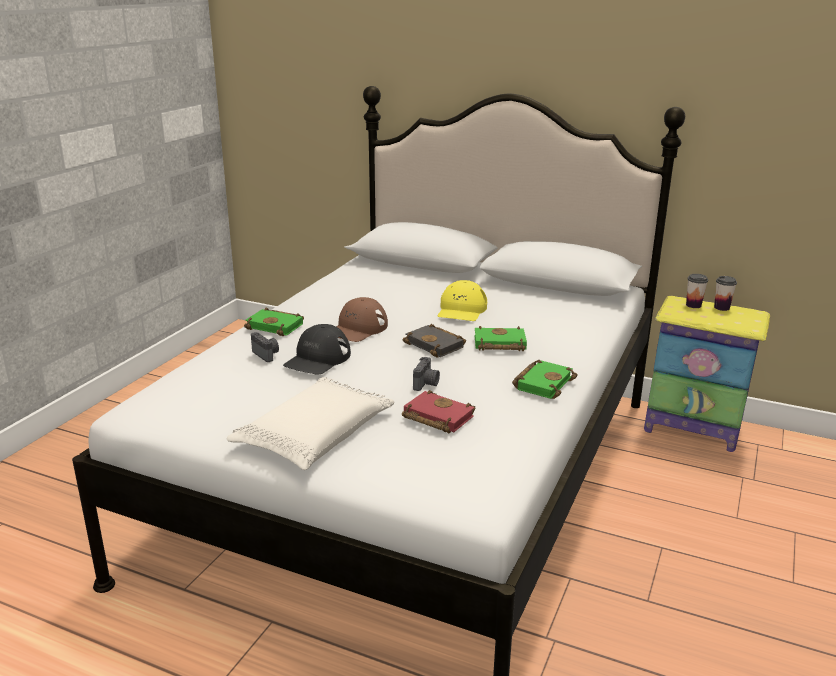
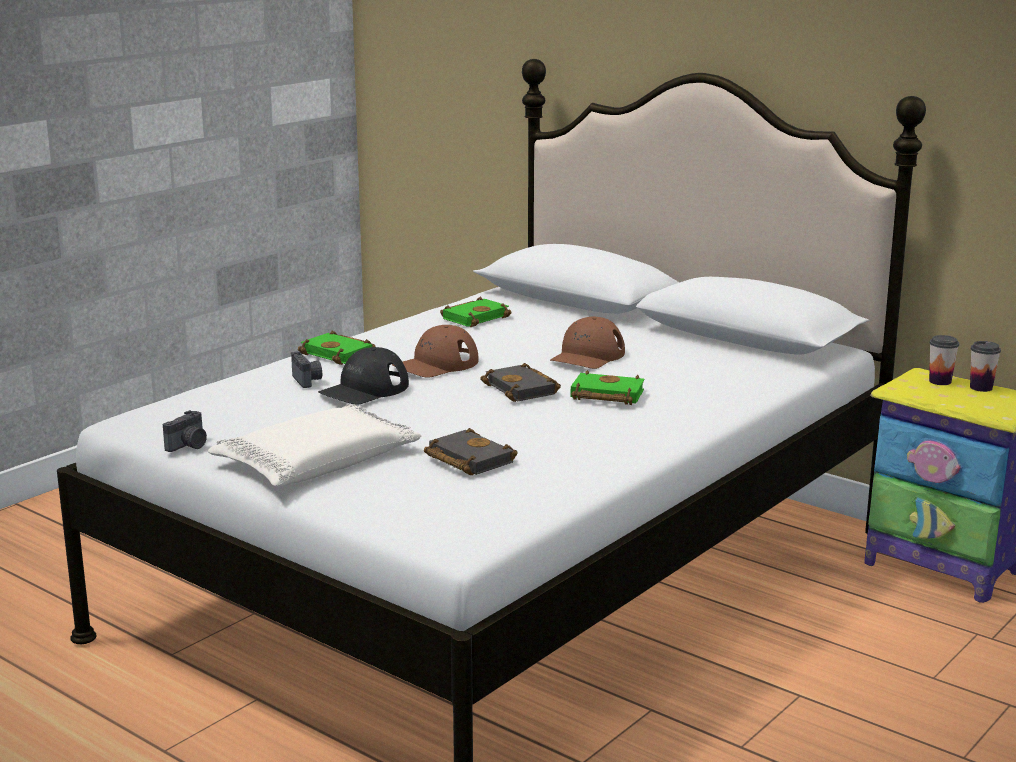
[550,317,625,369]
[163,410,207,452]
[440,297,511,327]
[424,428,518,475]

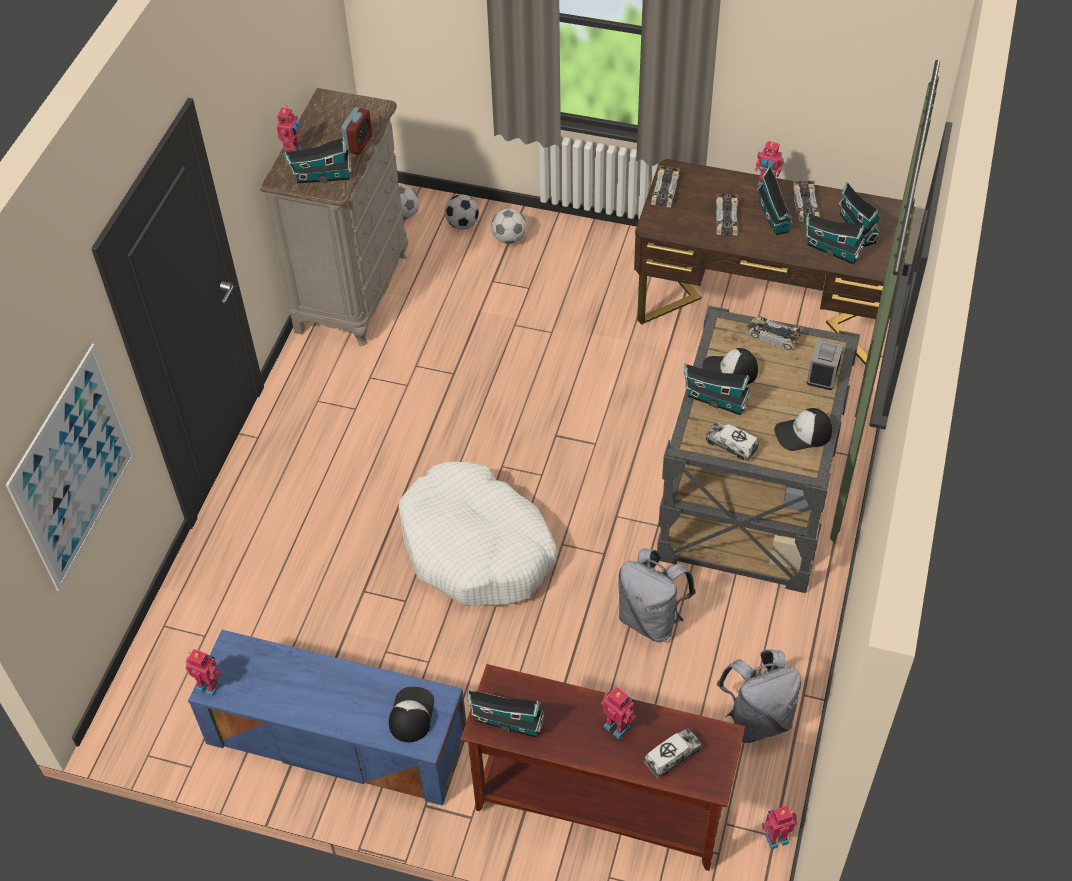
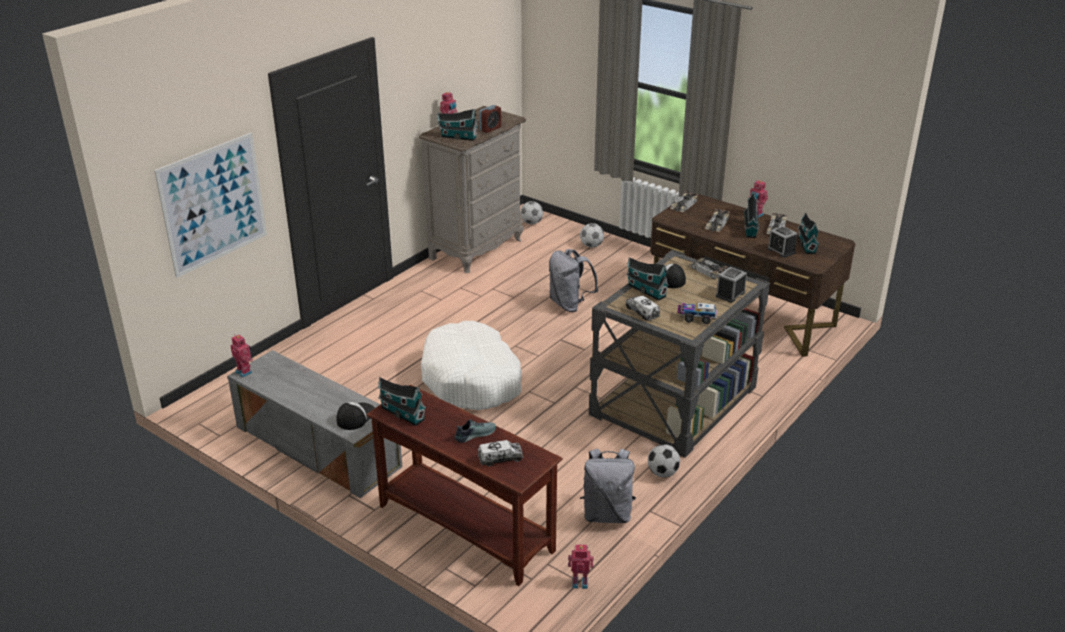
[648,444,680,478]
[767,226,797,258]
[678,303,717,324]
[549,249,599,312]
[227,350,402,498]
[454,419,496,443]

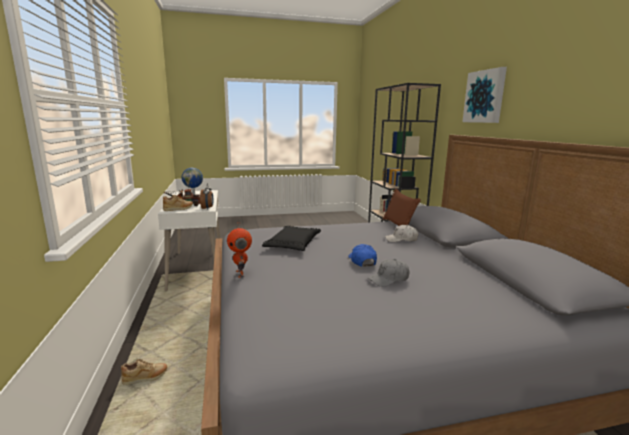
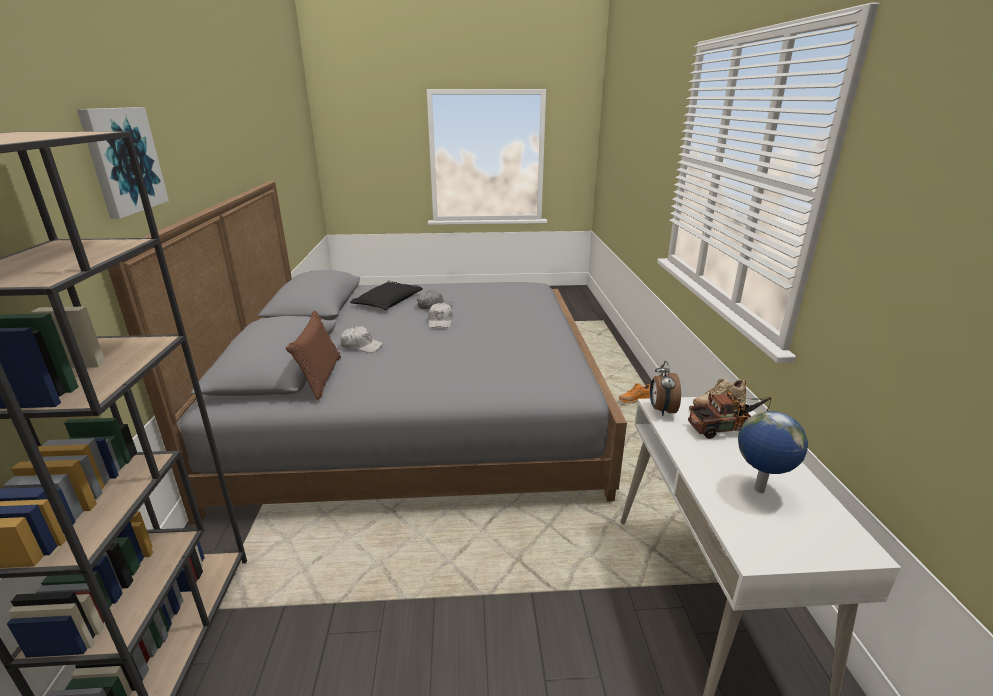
[227,223,252,278] (first image)
[350,280,423,310]
[428,303,453,328]
[619,383,651,404]

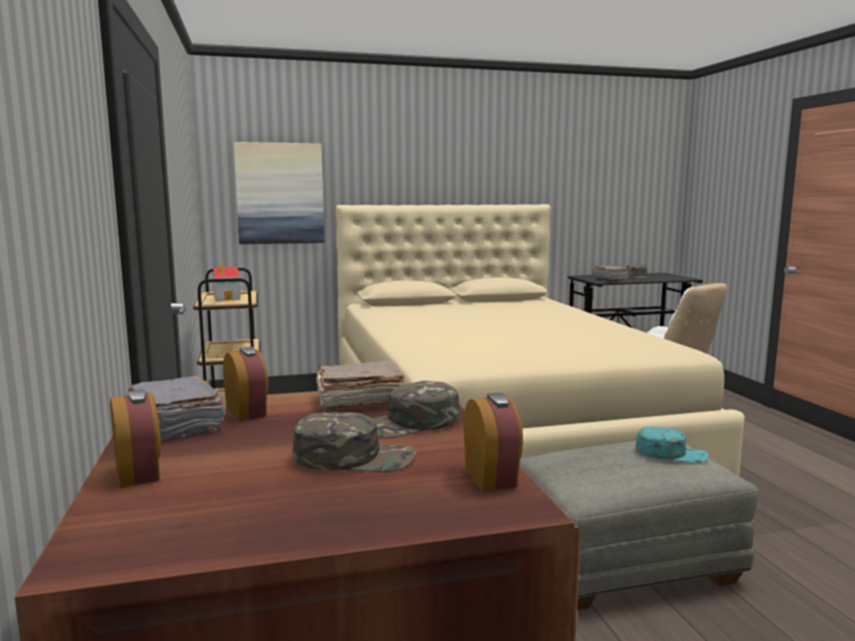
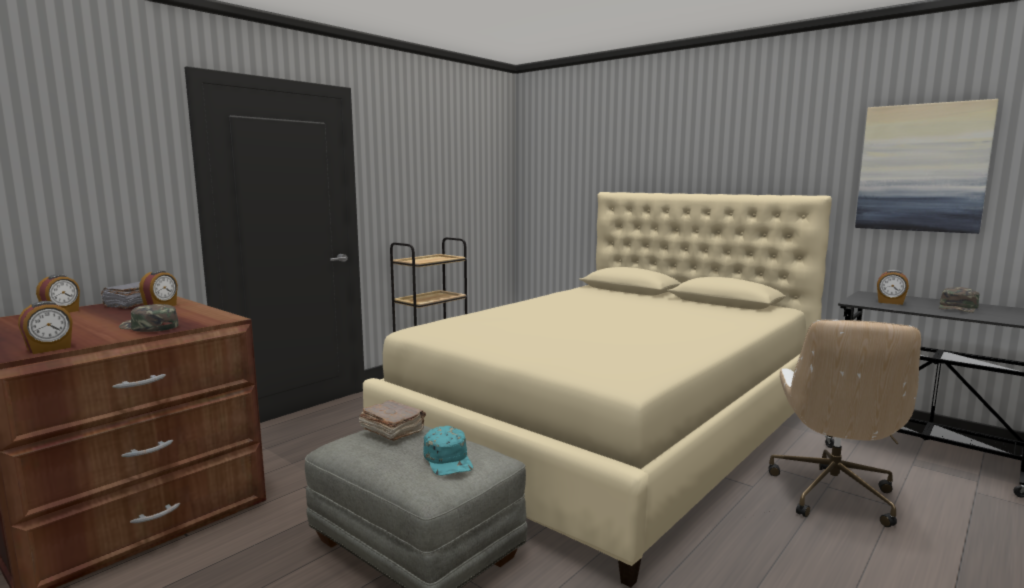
[855,99,999,234]
[213,263,240,301] (first image)
[877,270,909,305]
[359,400,426,441]
[293,412,416,472] (first image)

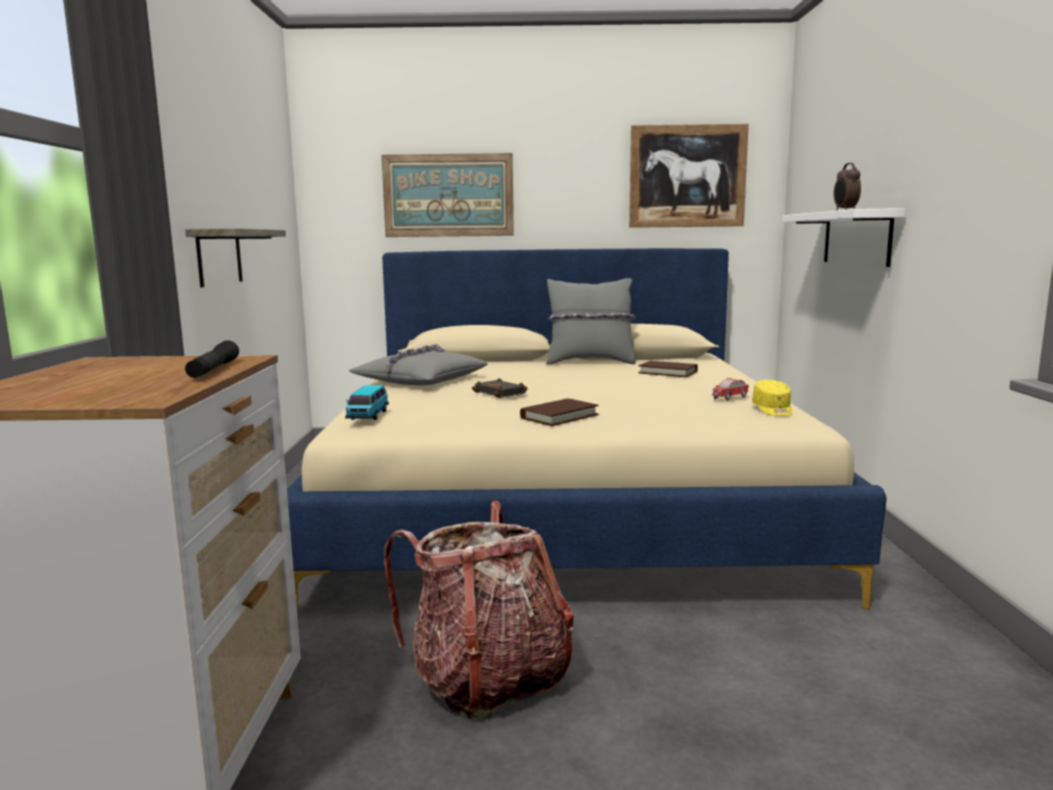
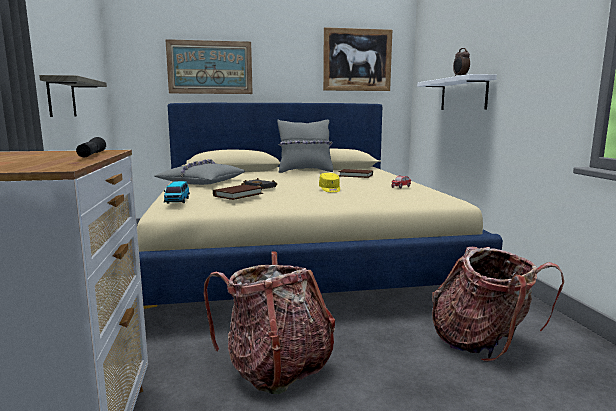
[319,173,340,192]
[213,185,263,200]
[432,247,564,362]

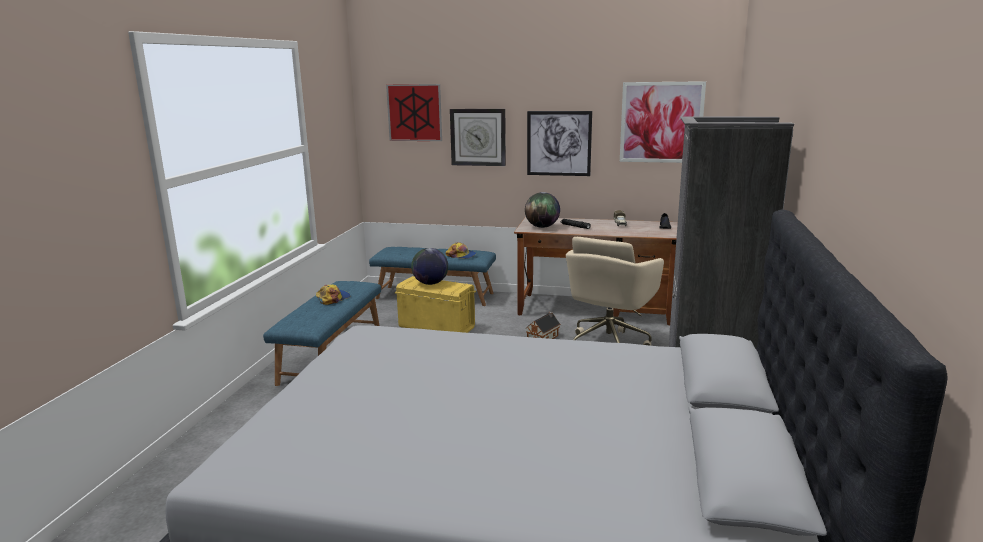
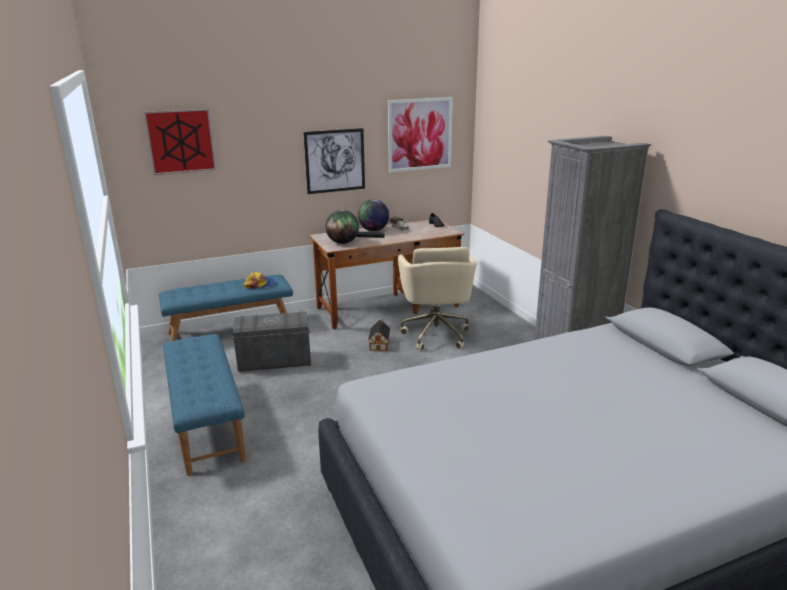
[450,109,506,166] (first image)
[358,199,389,231]
[232,312,311,372]
[316,285,350,305] (first image)

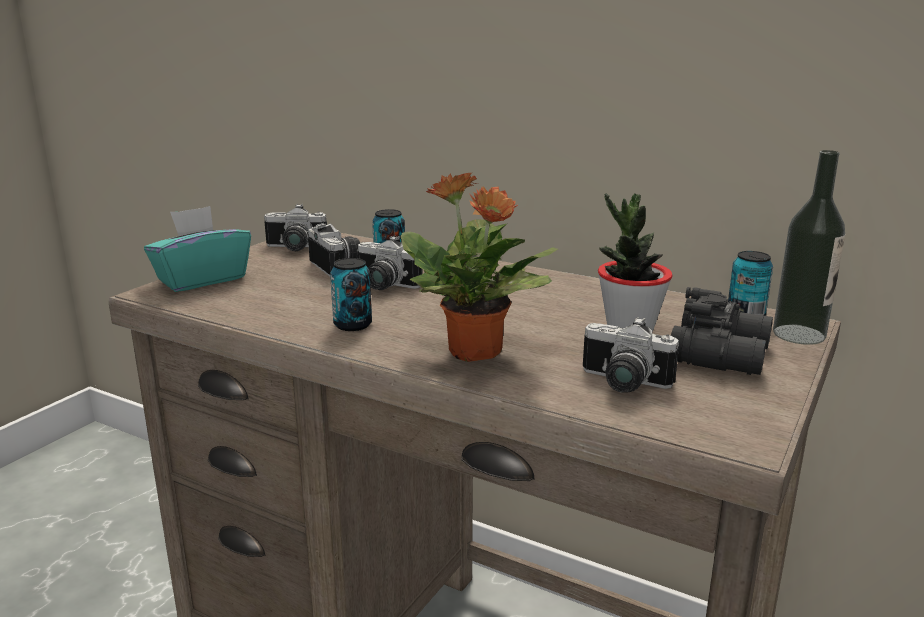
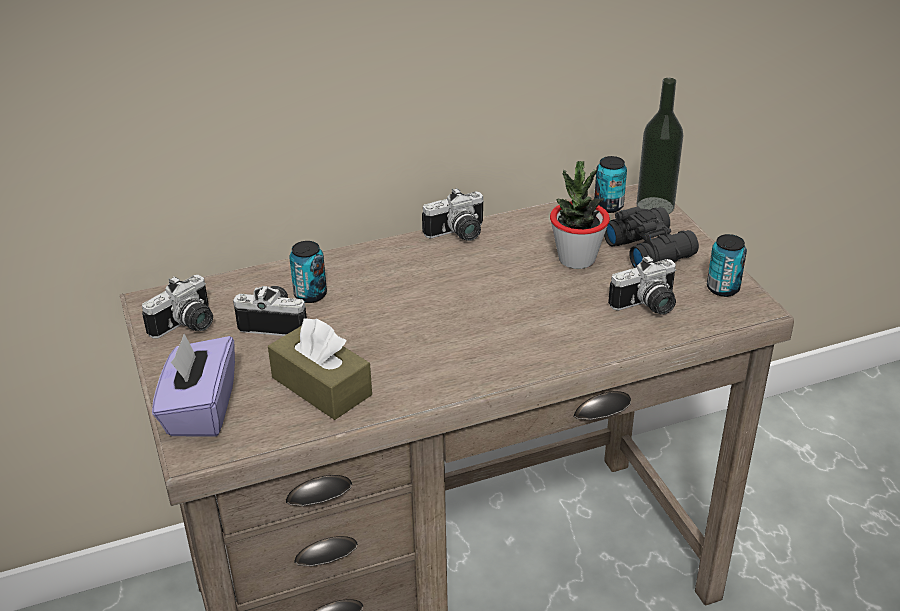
[401,173,558,362] (first image)
[152,334,235,437]
[422,188,484,241]
[707,234,747,297]
[268,318,372,420]

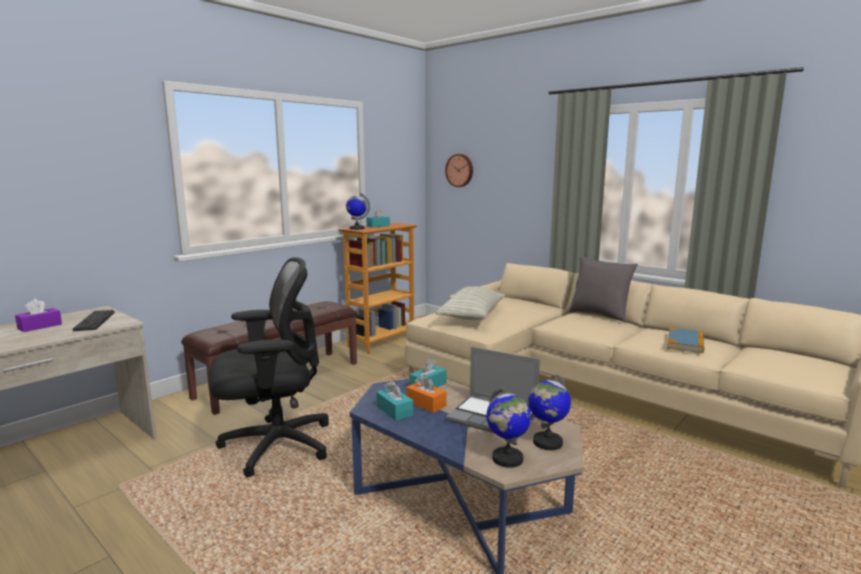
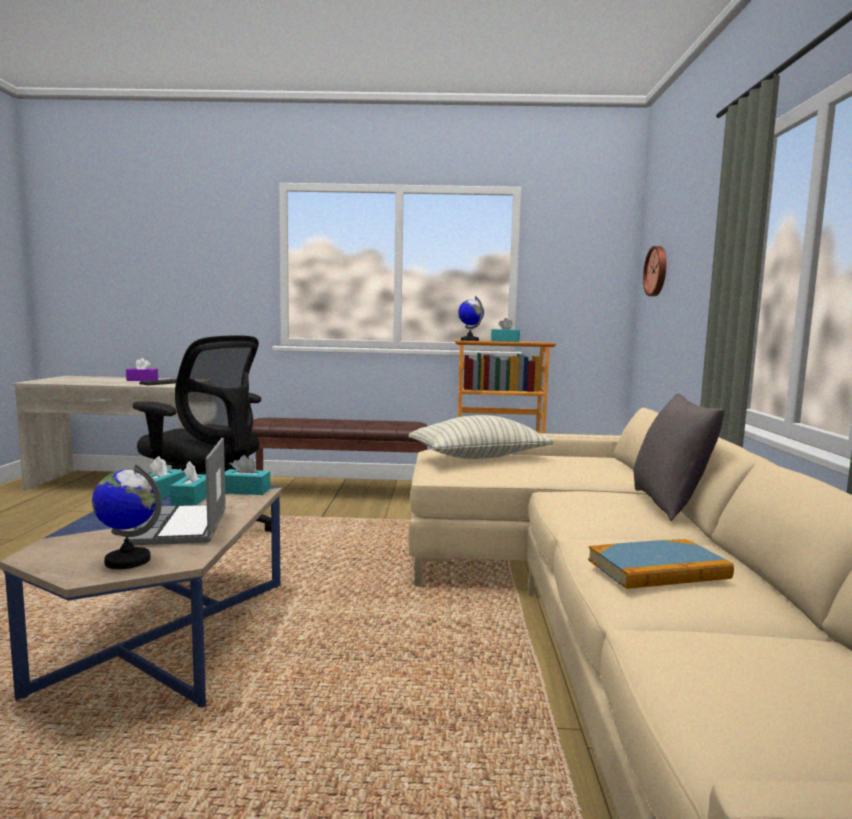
[170,461,206,506]
[487,386,531,468] (first image)

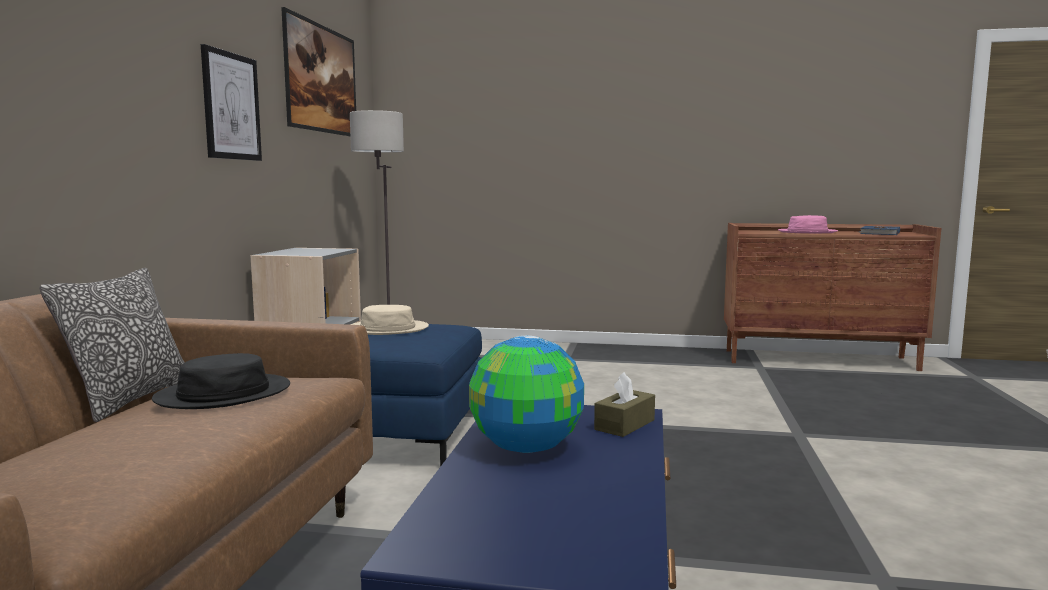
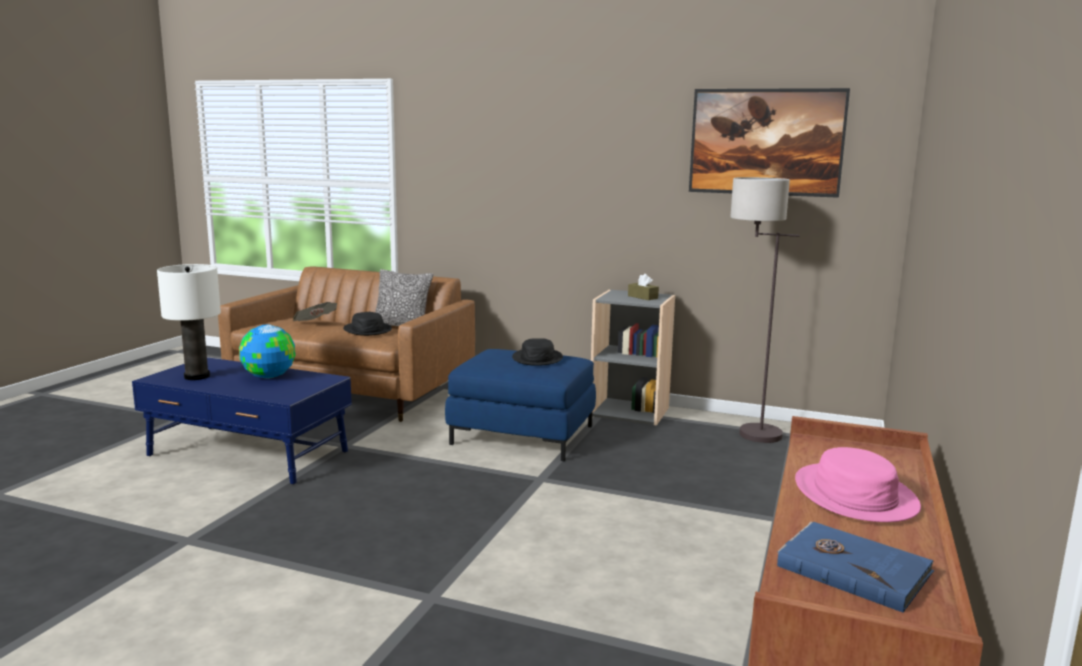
[201,44,262,161] (first image)
[512,338,563,366]
[628,274,659,300]
[157,264,221,380]
[293,302,337,321]

